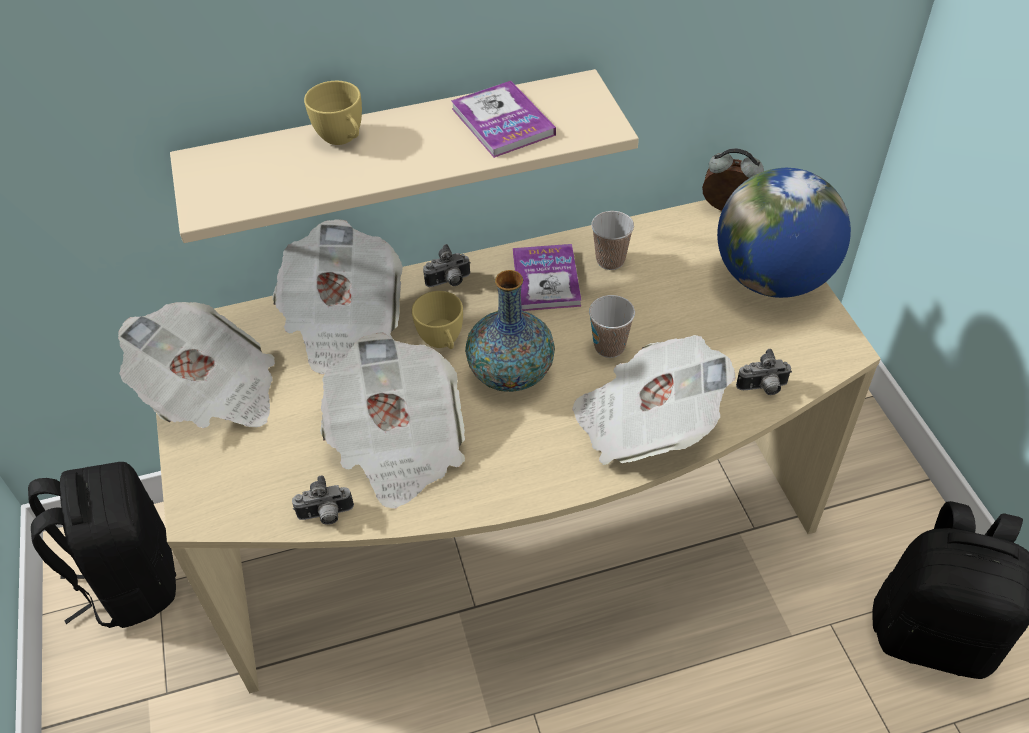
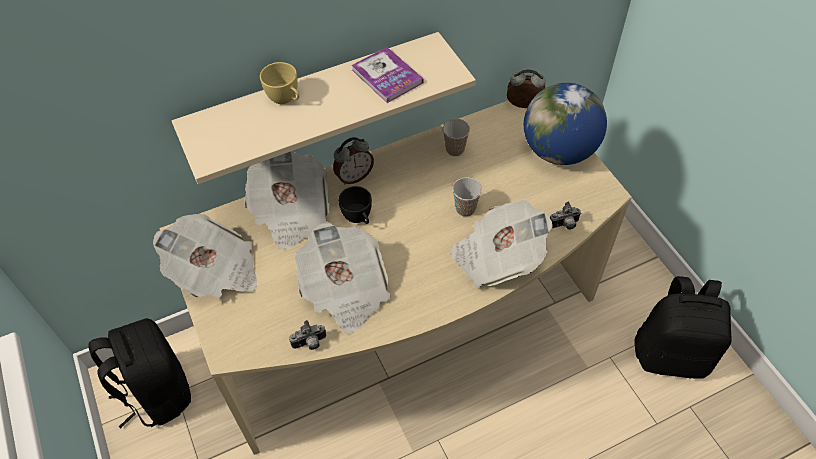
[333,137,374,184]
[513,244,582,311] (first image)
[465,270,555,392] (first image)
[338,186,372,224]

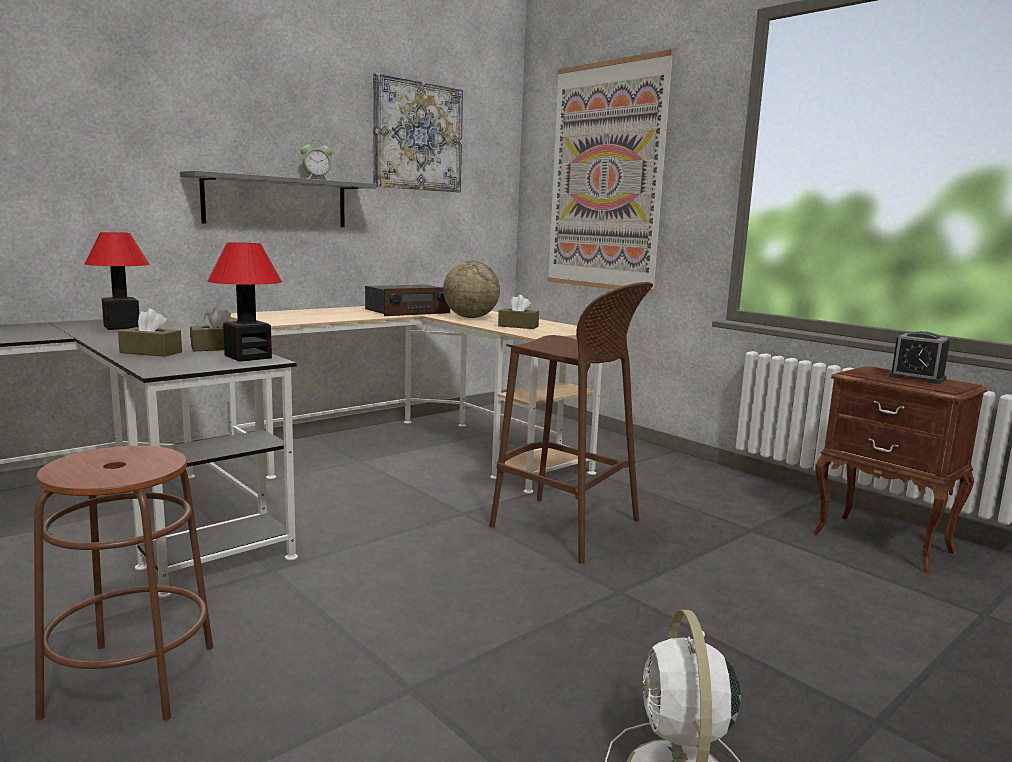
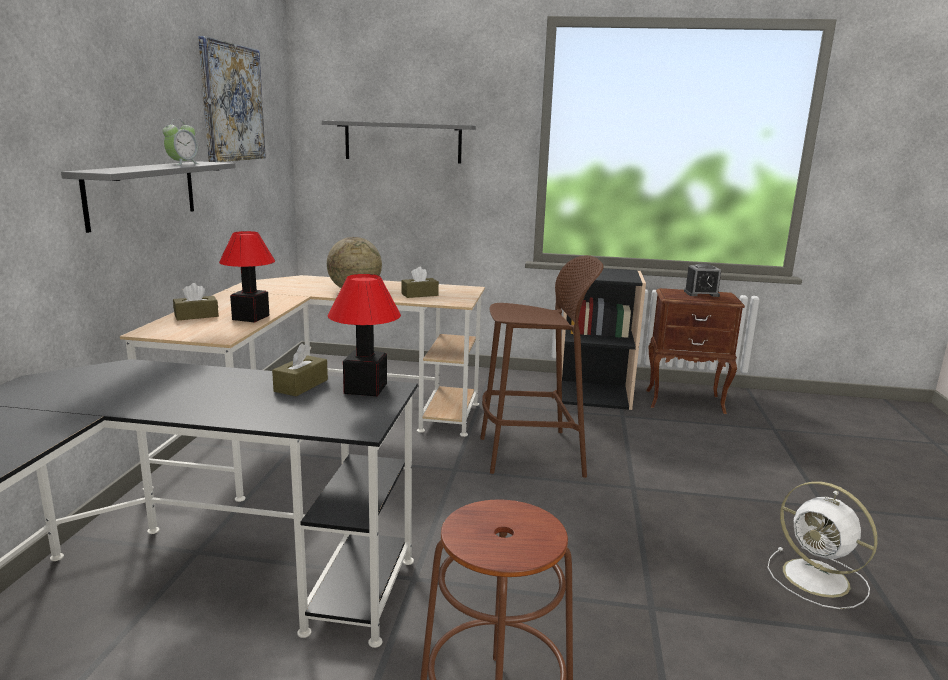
[322,120,476,163]
[219,231,275,322]
[365,285,450,316] (first image)
[173,283,219,321]
[562,268,646,410]

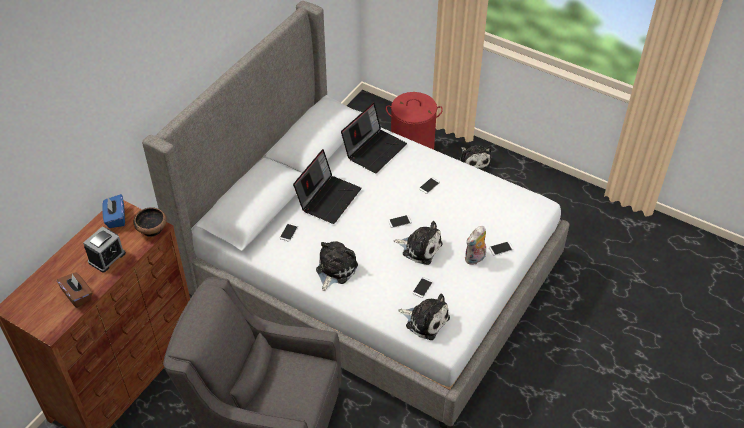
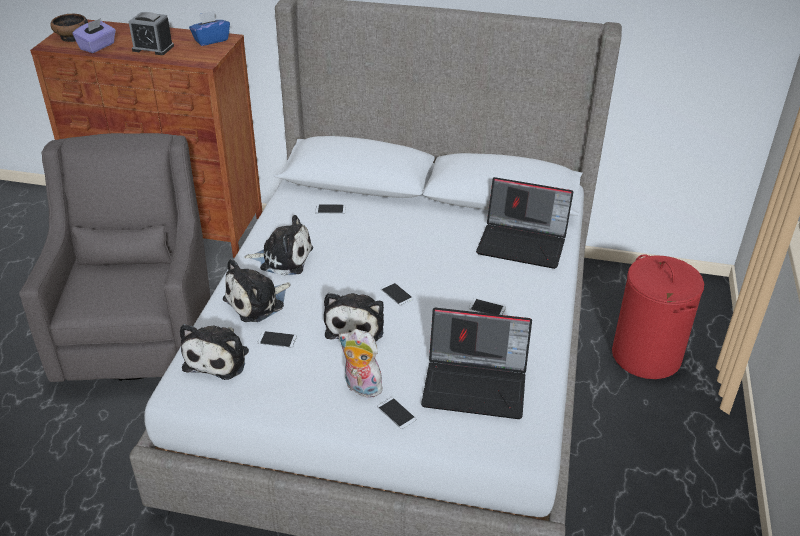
[223,259,291,322]
[421,308,532,419]
[50,14,88,42]
[73,18,116,53]

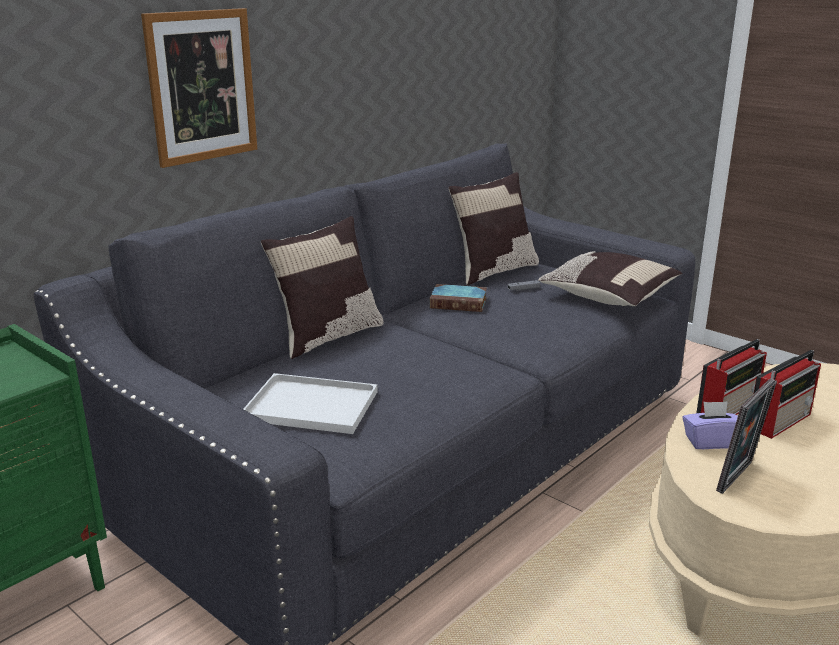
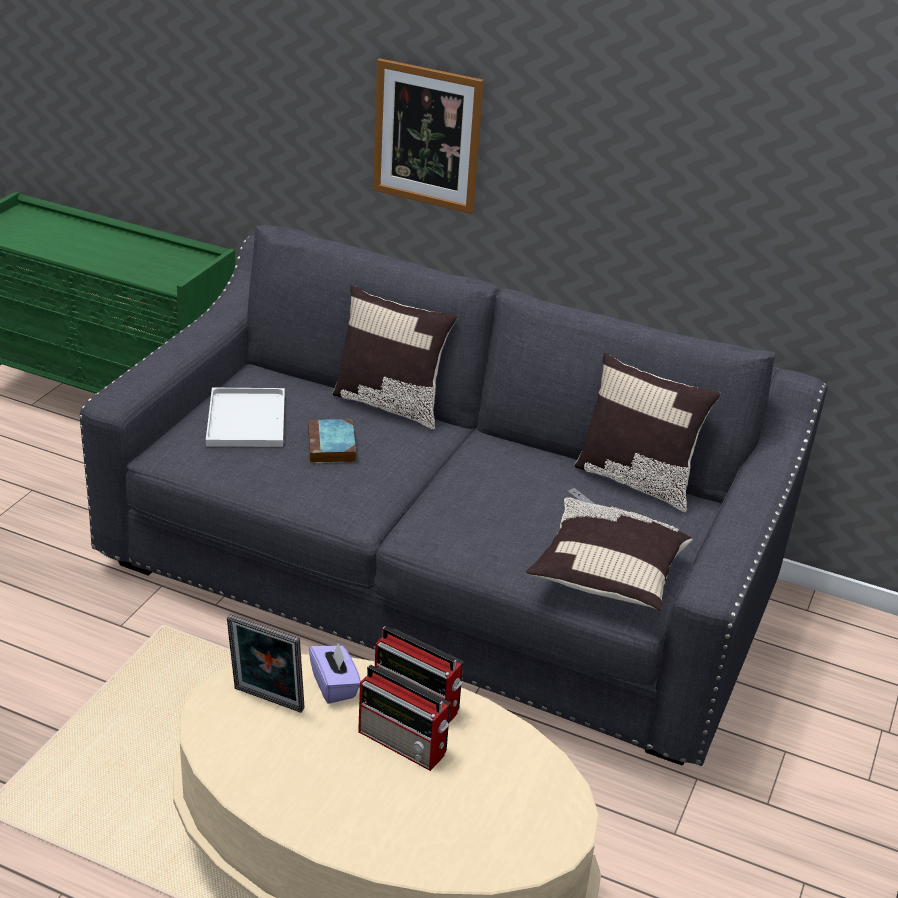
[308,419,357,463]

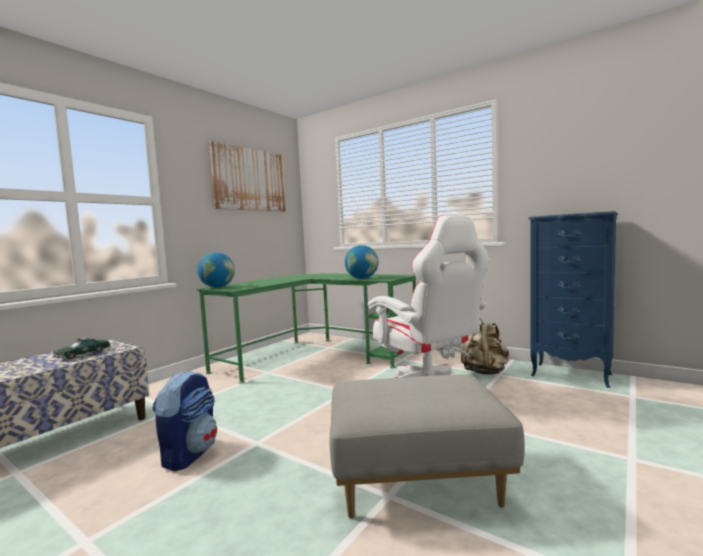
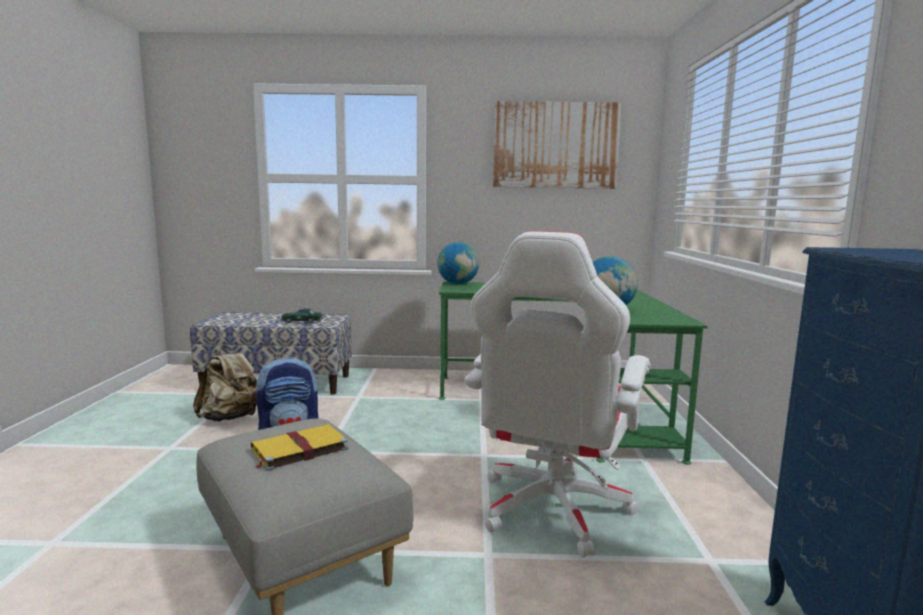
[193,345,257,421]
[251,424,348,471]

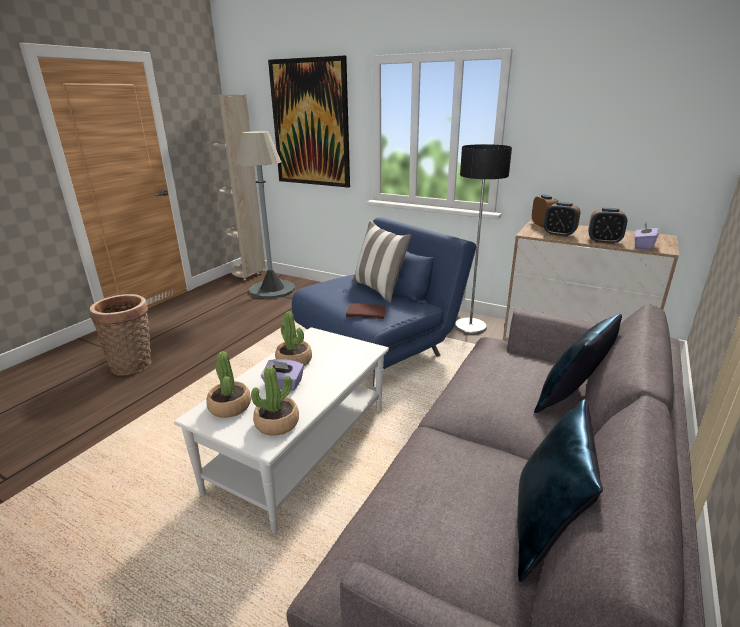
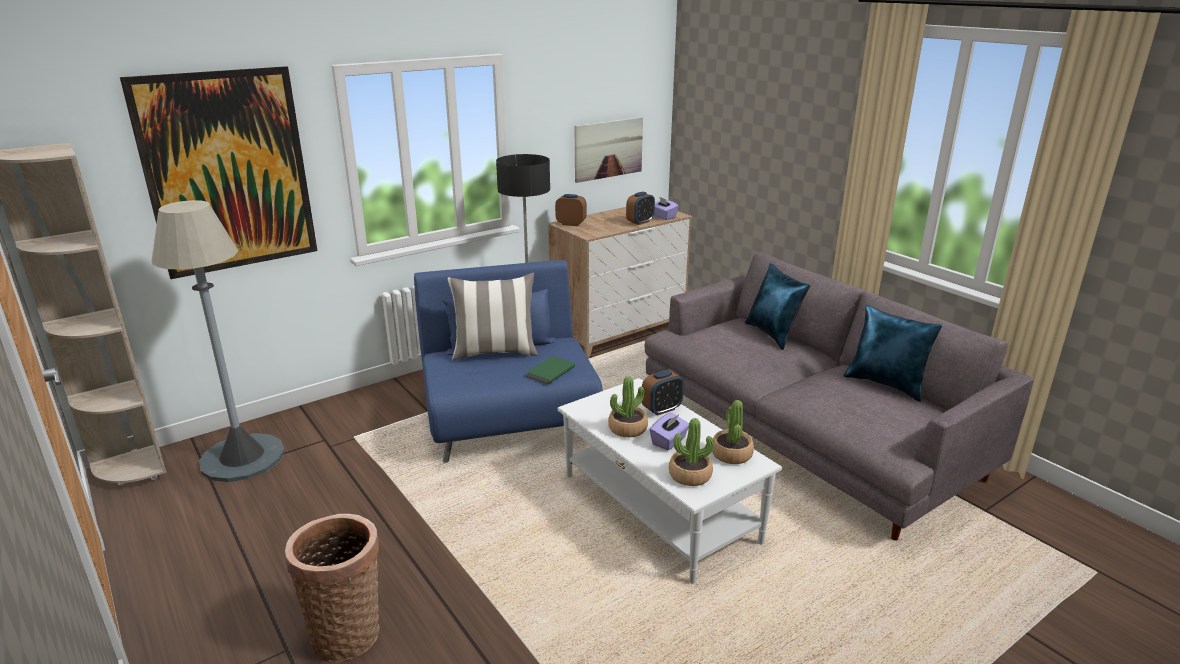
[642,370,684,416]
[526,356,575,384]
[575,117,643,183]

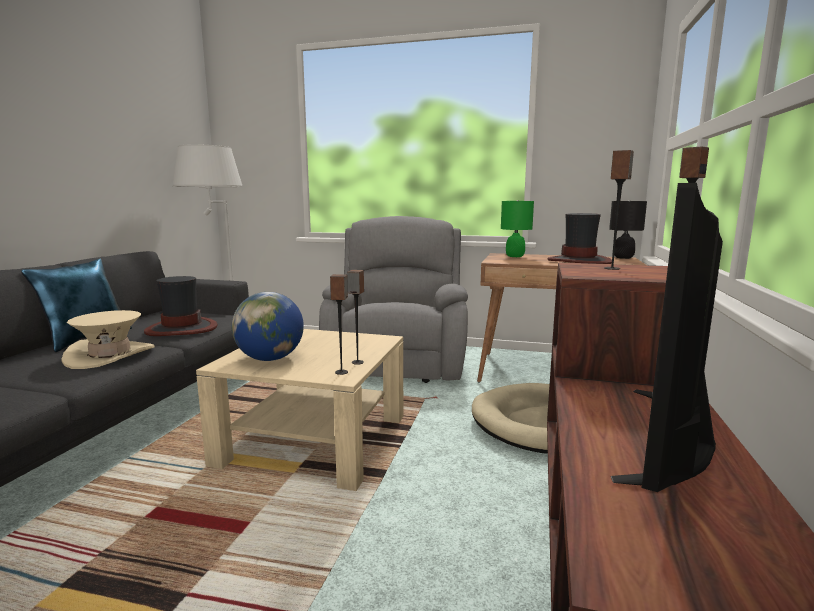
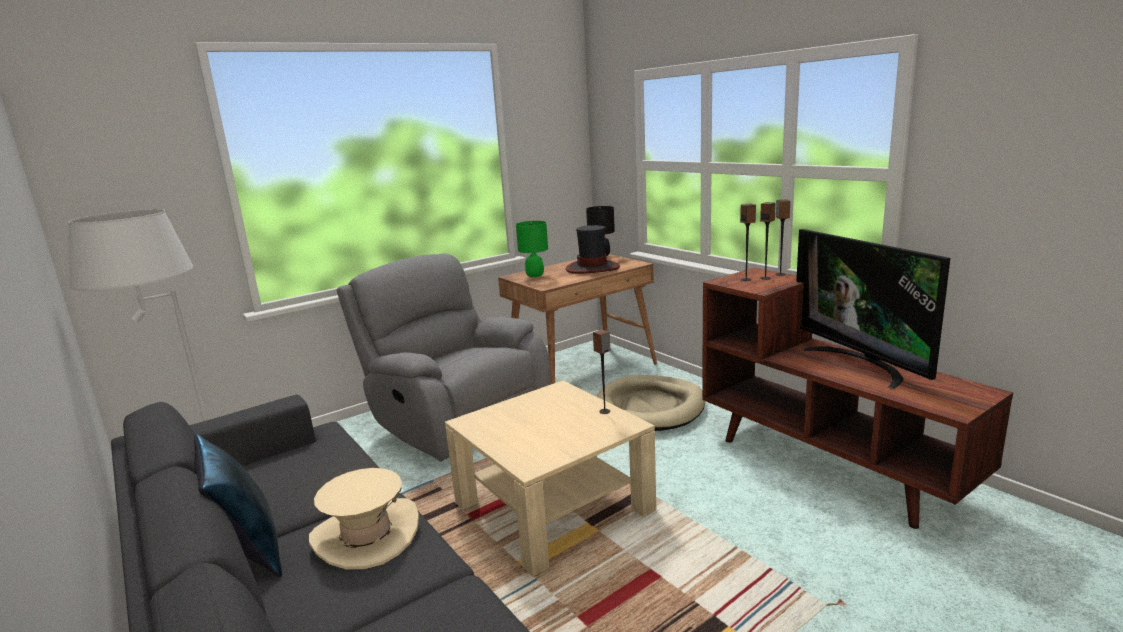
[760,202,776,280]
[144,276,218,336] (first image)
[232,292,304,361] (first image)

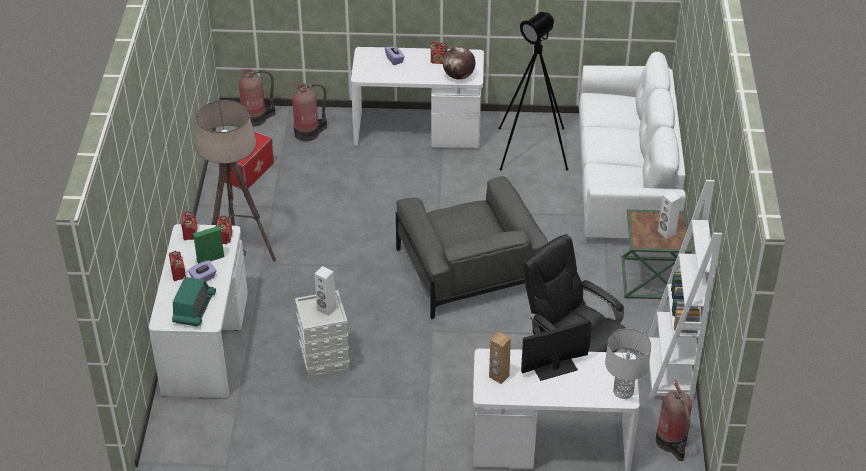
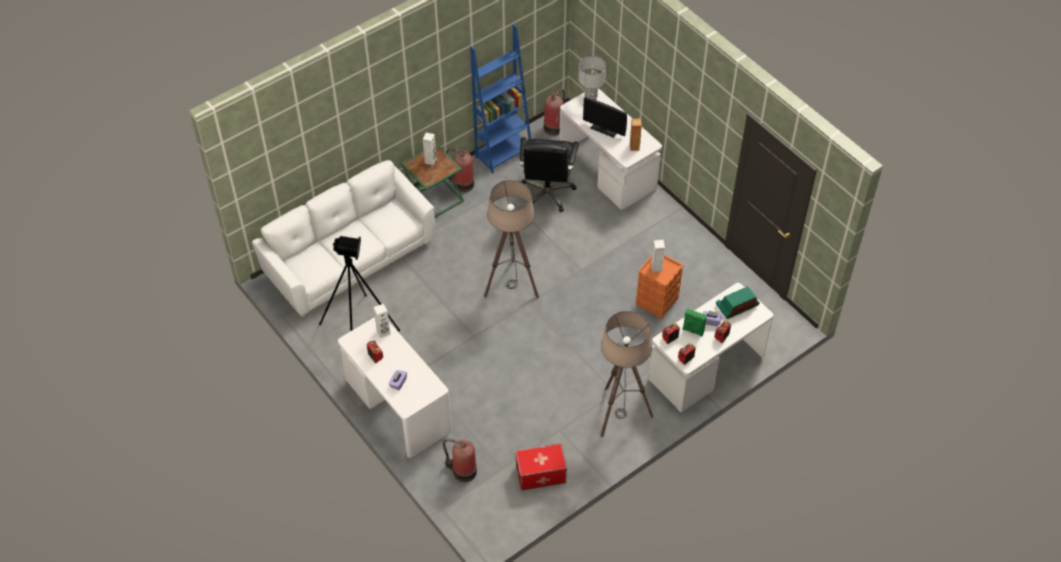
[373,304,391,338]
[446,148,474,192]
[484,180,539,299]
[470,24,531,174]
[636,255,683,319]

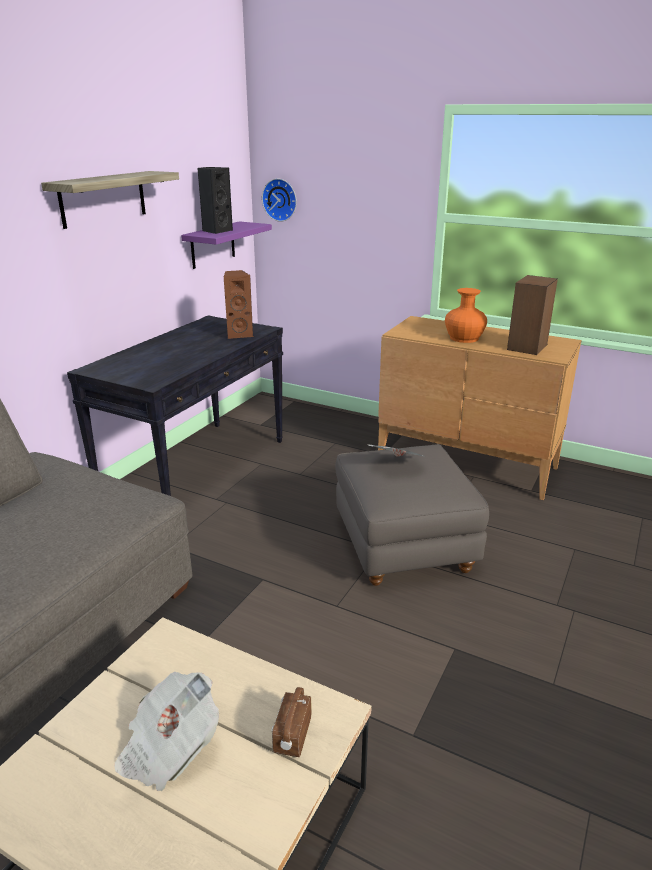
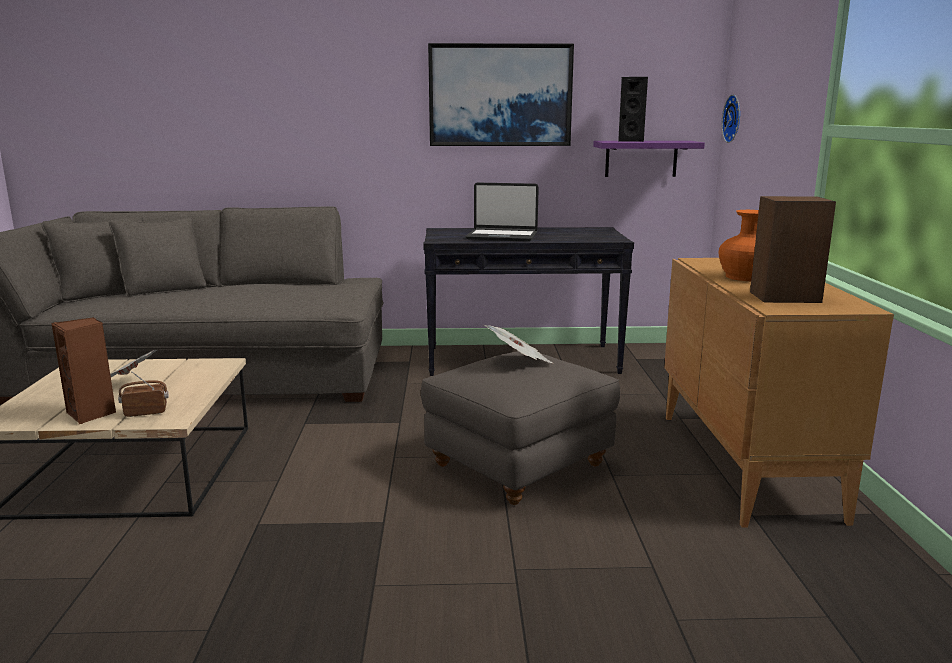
[428,43,574,146]
[52,317,116,424]
[465,183,539,242]

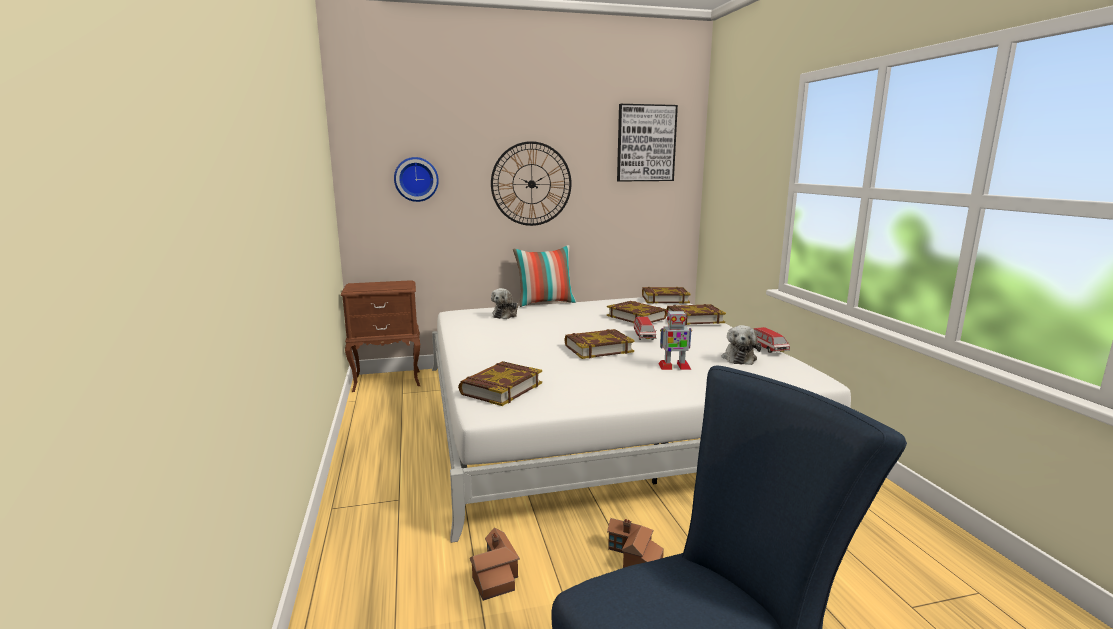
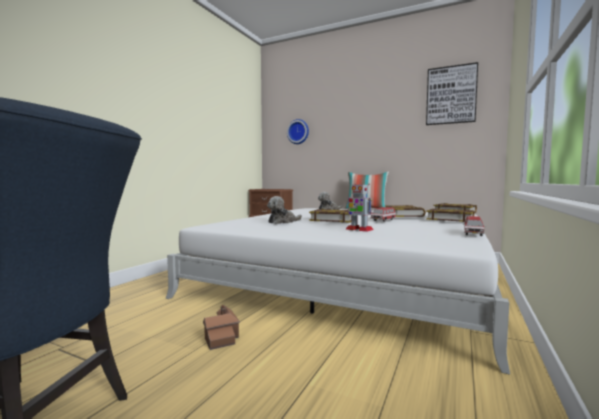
[491,141,572,226] (first image)
[267,196,302,224]
[458,361,542,406] (first image)
[470,527,520,601] (first image)

